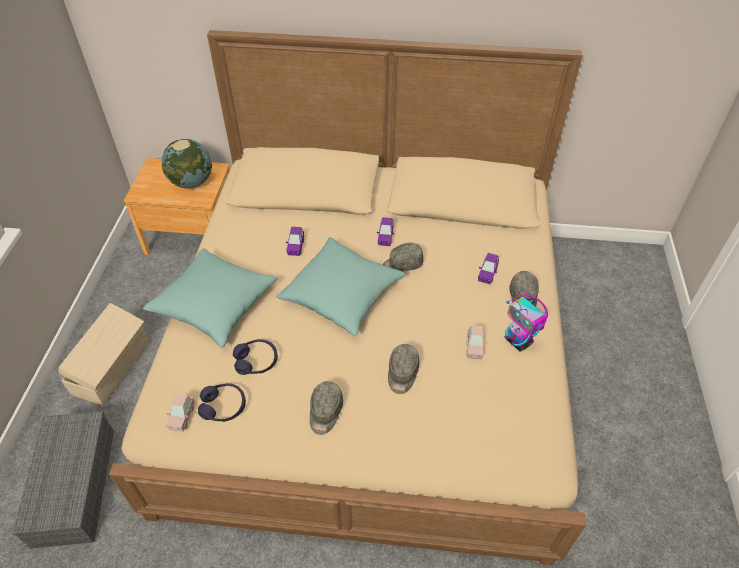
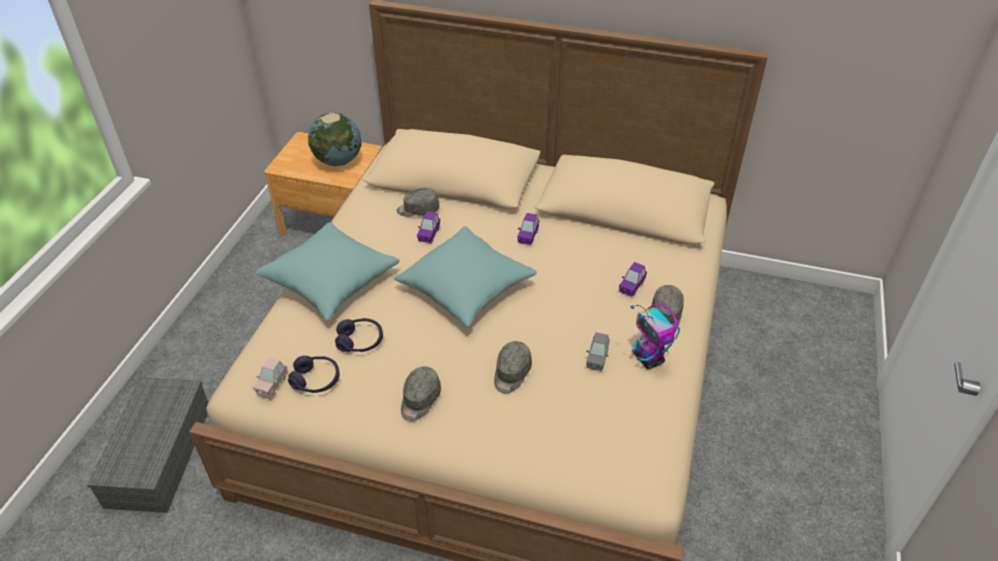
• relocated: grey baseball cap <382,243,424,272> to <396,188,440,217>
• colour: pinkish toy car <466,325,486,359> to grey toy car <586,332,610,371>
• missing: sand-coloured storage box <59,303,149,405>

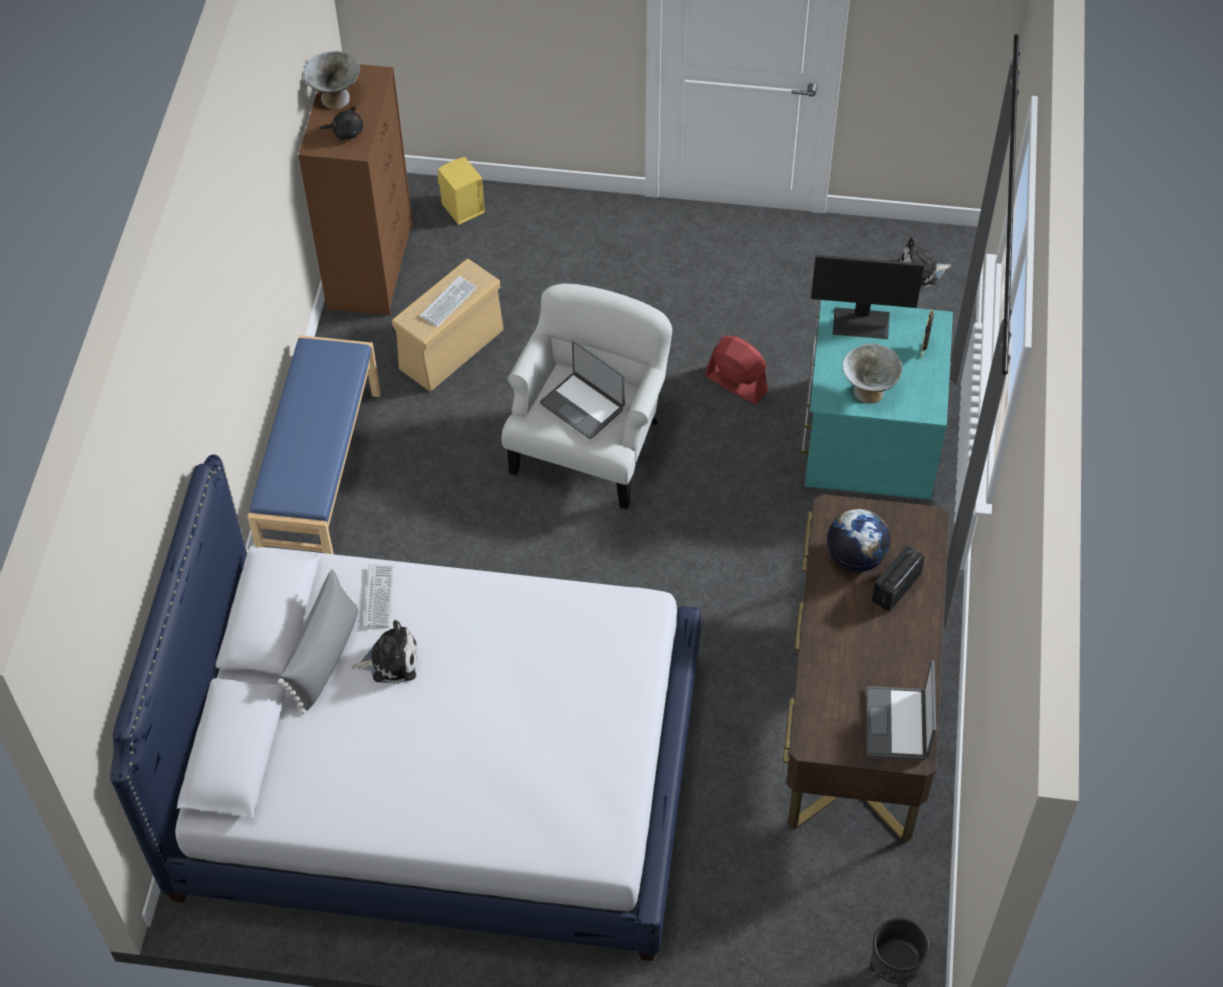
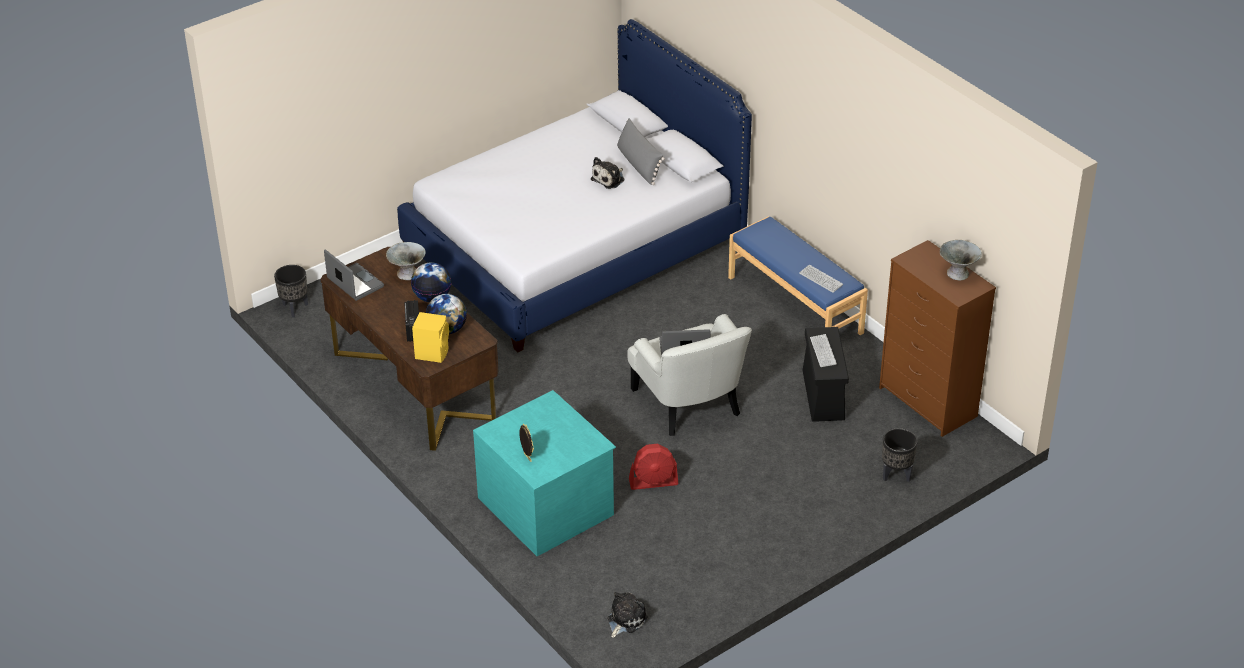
• relocated: grey serving bowl <843,343,903,404> to <386,242,426,280>
• appeared: world globe <411,262,451,302>
• relocated: yellow-coloured loudspeaker <438,157,485,225> to <412,312,449,363>
• relocated: keyboard <364,564,394,628> to <799,265,843,293>
• colour: sand-coloured storage box <392,259,504,391> to black-coloured storage box <803,327,849,422>
• appeared: black-coloured plant pot <882,428,918,482>
• missing: black-coloured plush toy <320,106,363,140>
• missing: computer screen <811,255,924,339>

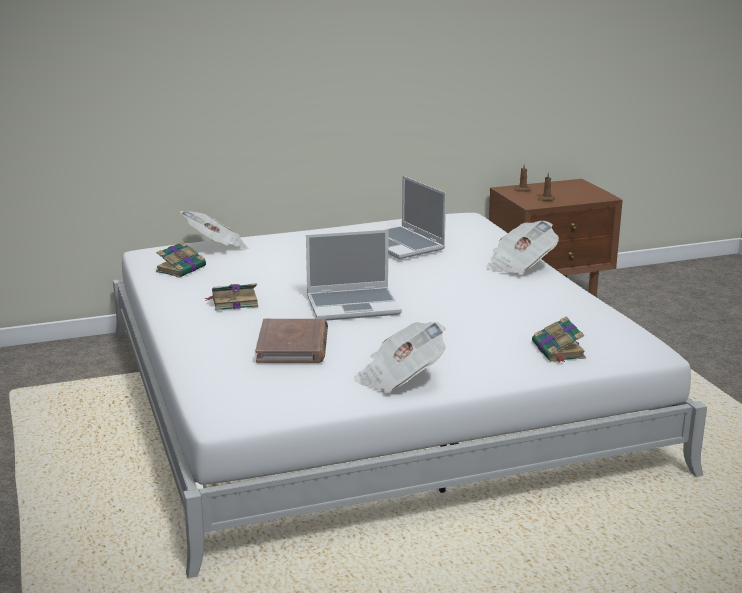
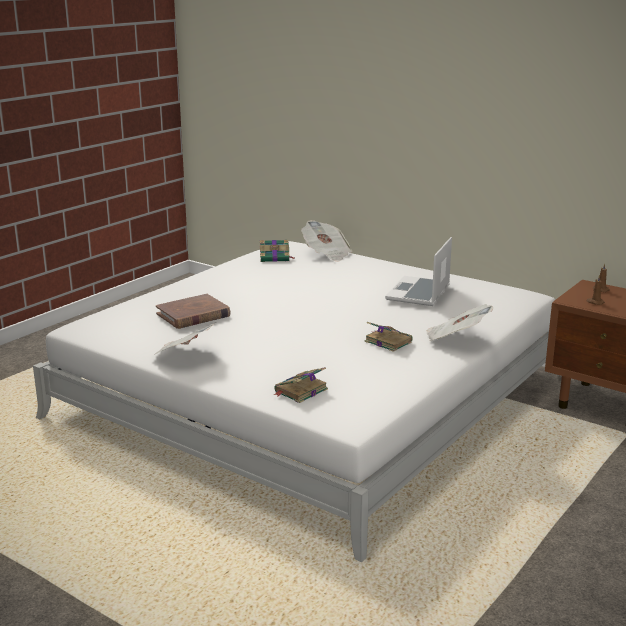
• relocated: book <204,283,258,311> to <365,322,413,352>
• missing: portable computer <306,230,402,321>

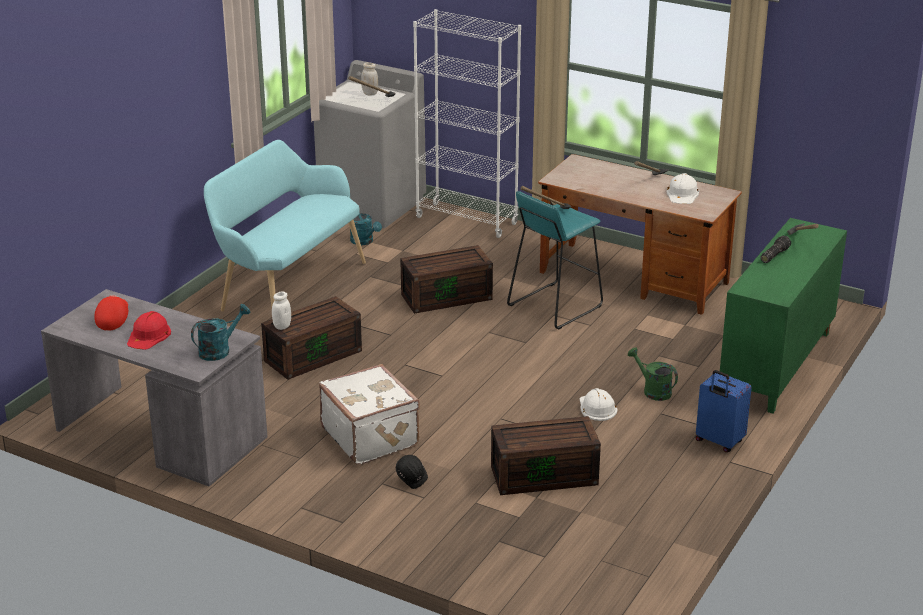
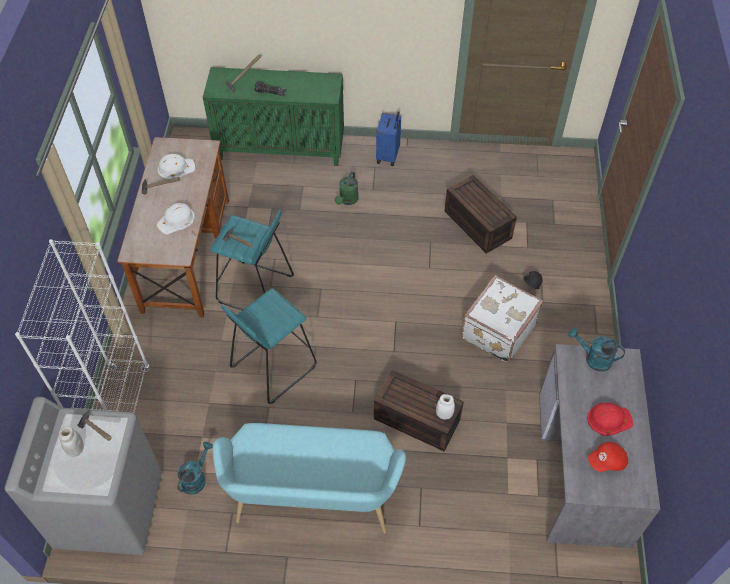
• relocated: white hard hat <580,388,618,421> to <157,203,195,234>
• exchanged: brownish storage box <400,245,493,314> to turquoise-coloured sitting stool <221,288,317,404>

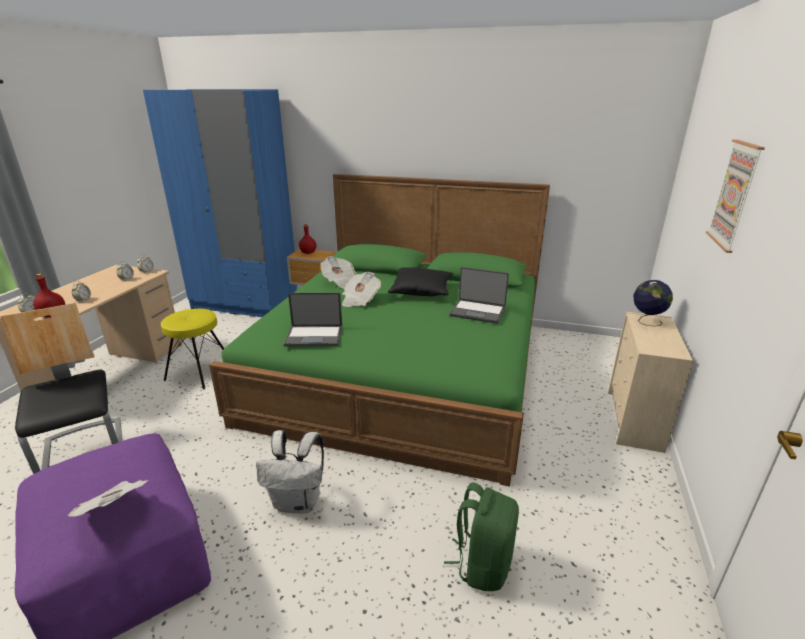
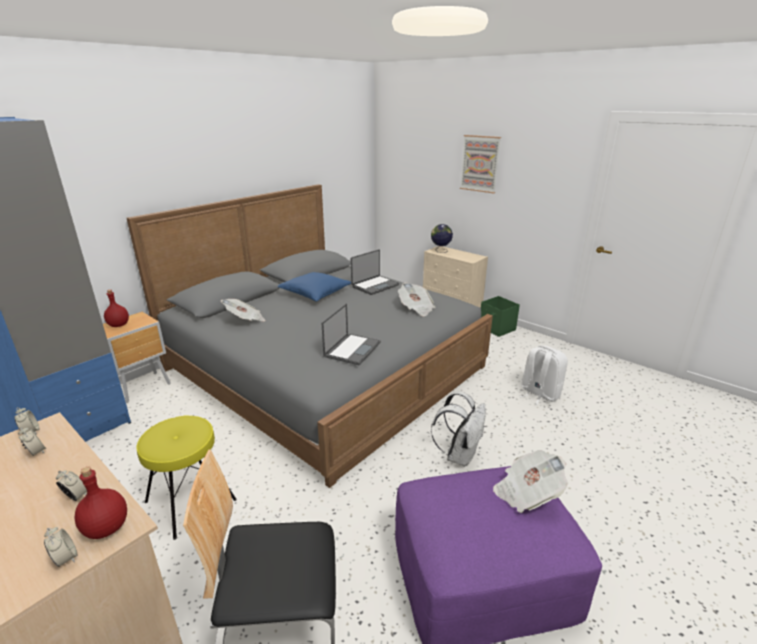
• colour: greenish sleeping bed <209,174,550,487> to grey sleeping bed <127,184,493,488>
• colour: black-coloured cushion <388,267,453,296> to blue cushion <277,272,351,302>
• relocated: printed paper <342,272,381,307> to <398,283,435,316>
• appeared: greenish storage box <481,296,520,337>
• colour: greenish knapsack <444,482,519,591> to white knapsack <520,345,568,405>

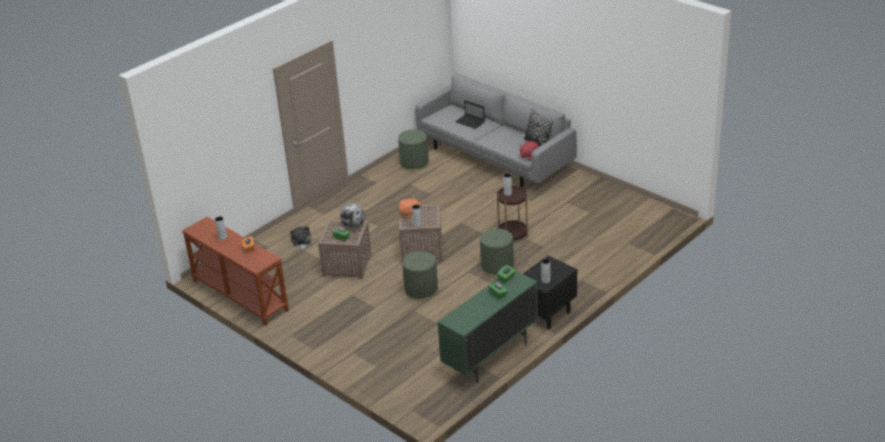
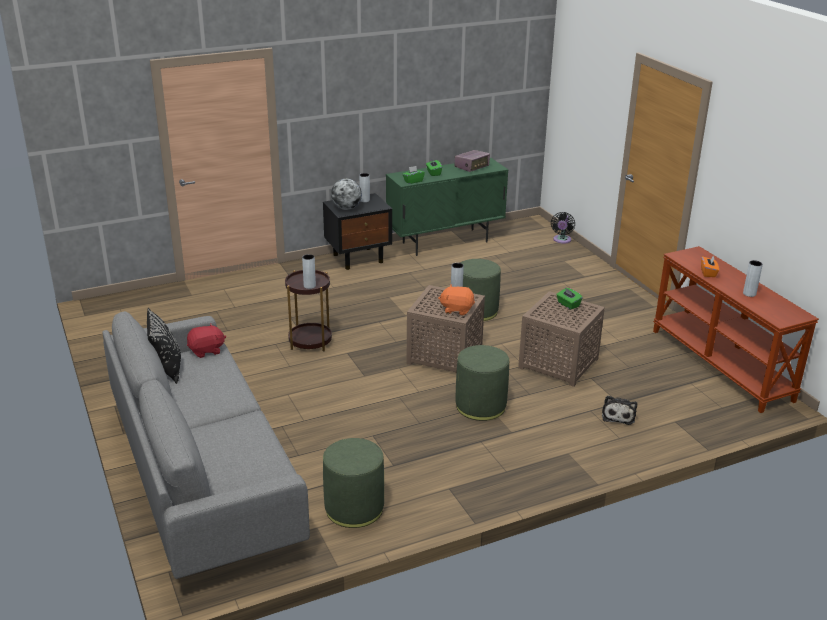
• relocated: world globe <340,204,365,228> to <331,179,362,210>
• appeared: radio receiver <455,150,490,172>
• relocated: greenish footrest <480,228,514,277> to <456,345,509,421>
• appeared: black-coloured cooling fan <551,212,575,244>
• missing: portable computer <455,100,485,129>

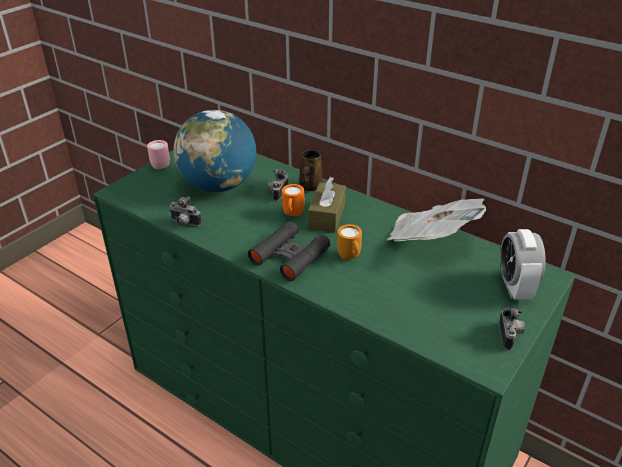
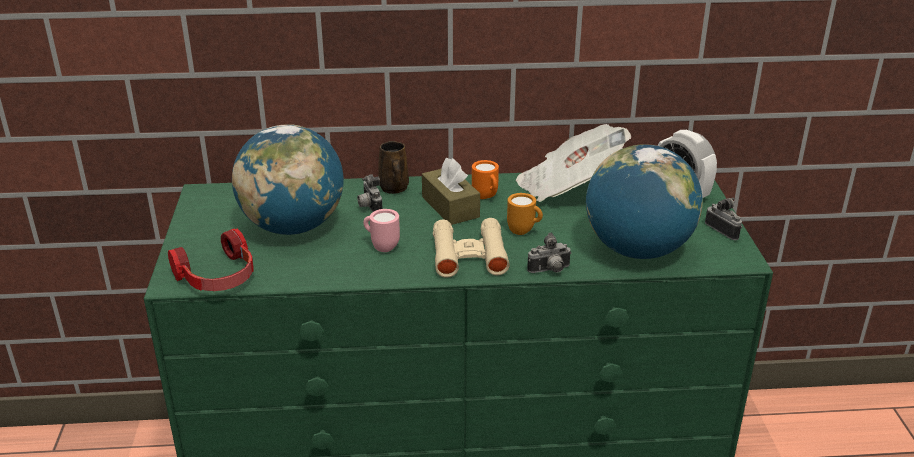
• appeared: pair of headphones <168,228,254,291>
• relocated: pinkish tea mug <147,140,170,169> to <363,209,400,252>
• colour: black-coloured binoculars <248,221,331,281> to sand-coloured binoculars <433,218,510,278>
• relocated: orangey tea mug <282,184,304,216> to <472,160,499,199>
• relocated: still camera <169,196,202,226> to <527,233,572,273>
• appeared: world globe <586,144,703,259>

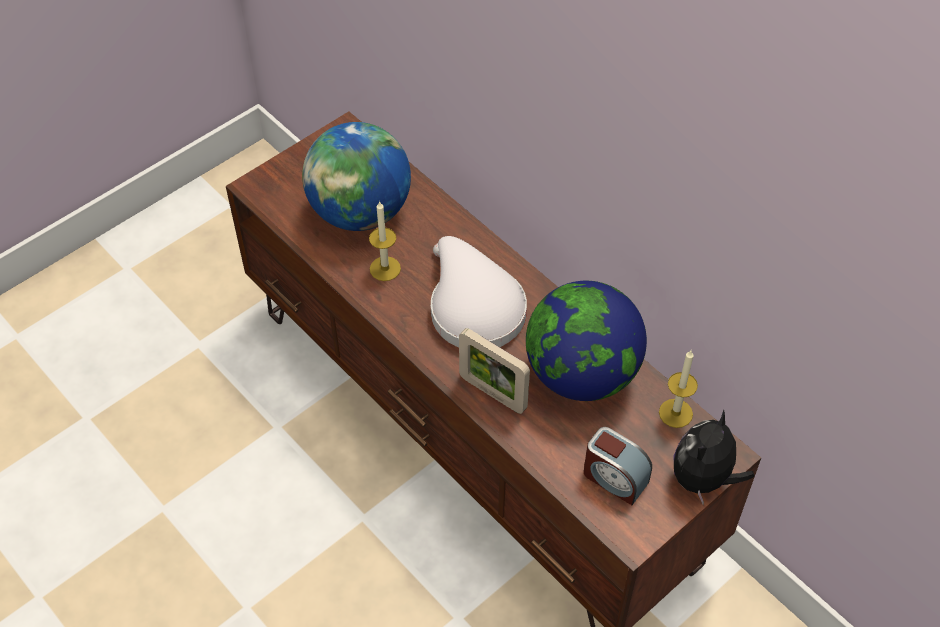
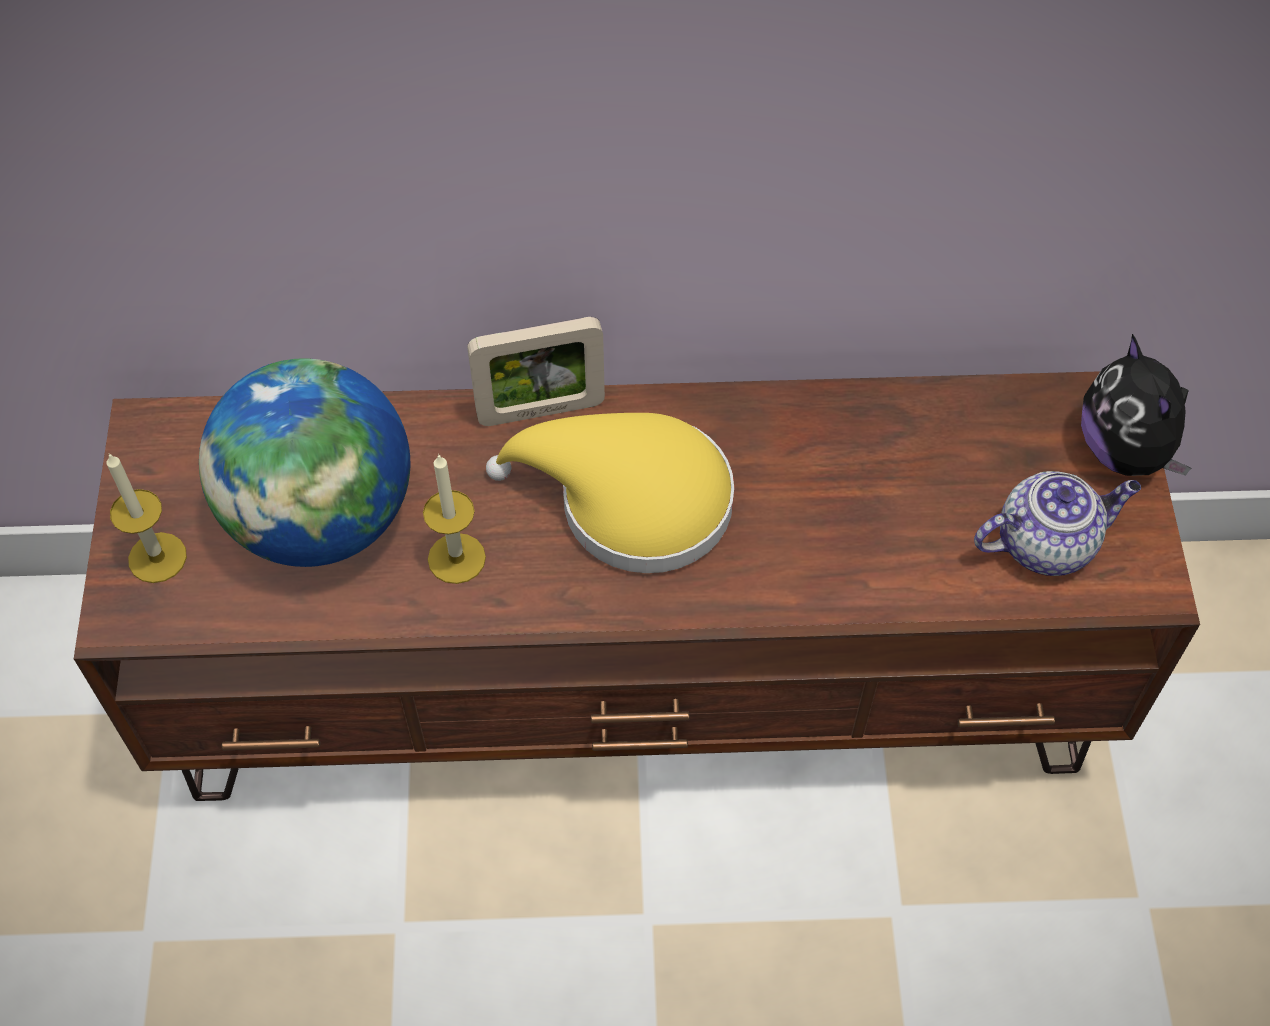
• relocated: candle <659,350,698,428> to <107,454,187,583>
• relocated: standing frame <459,328,530,414> to <467,317,605,426>
• colour: white hat <431,236,527,347> to yellow-coloured hat <486,413,734,573>
• exchanged: bedside clock <584,427,652,505> to pot for tea <974,471,1141,576>
• missing: world globe <526,281,647,401>

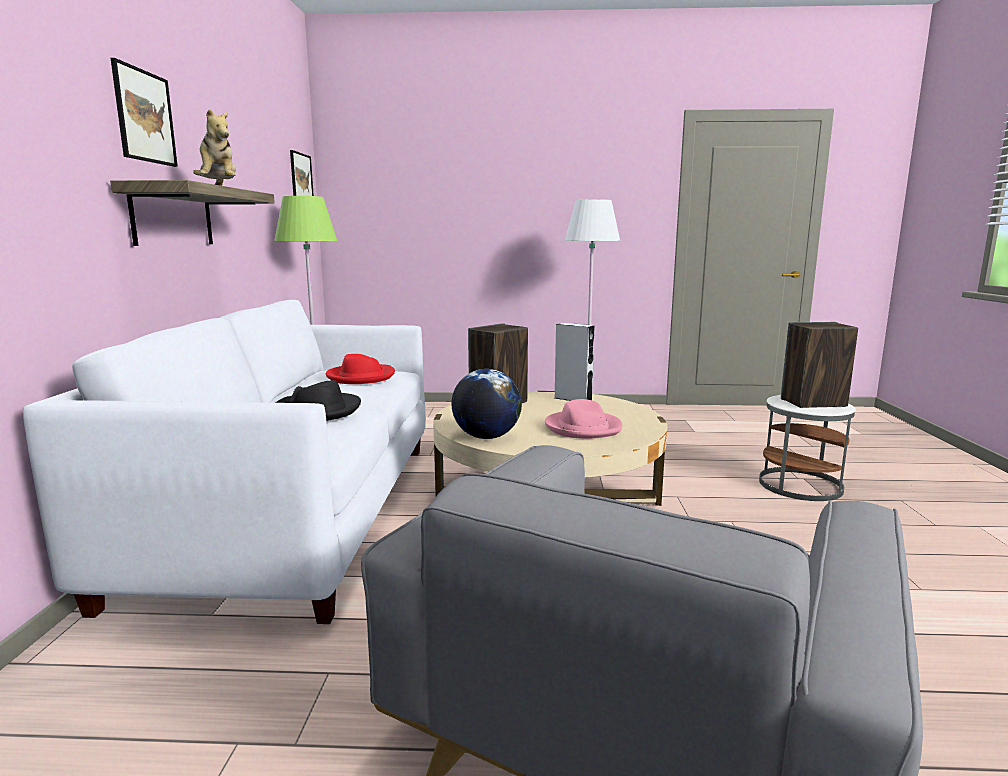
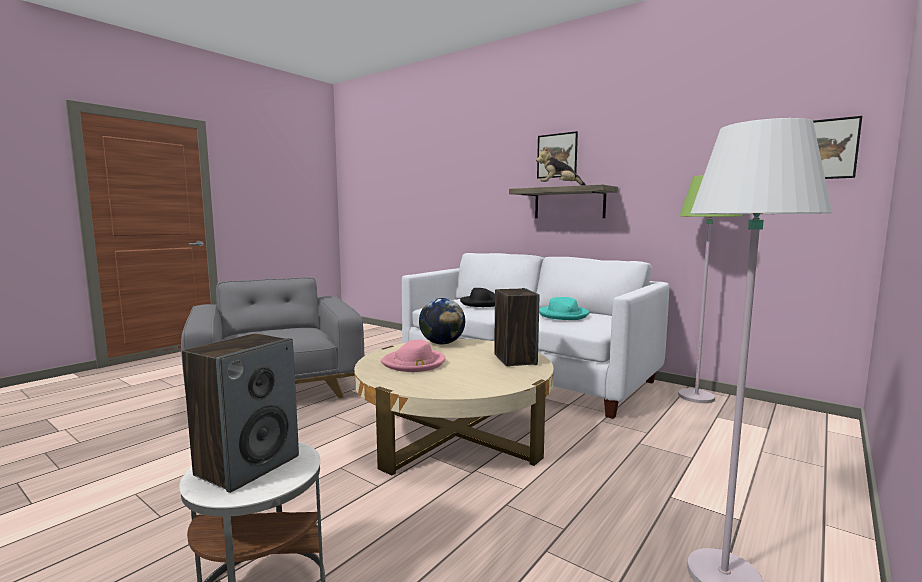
• colour: red-coloured hat <326,354,395,384> to turquoise-coloured hat <539,297,589,320>
• missing: grey loudspeaker <555,323,594,401>

